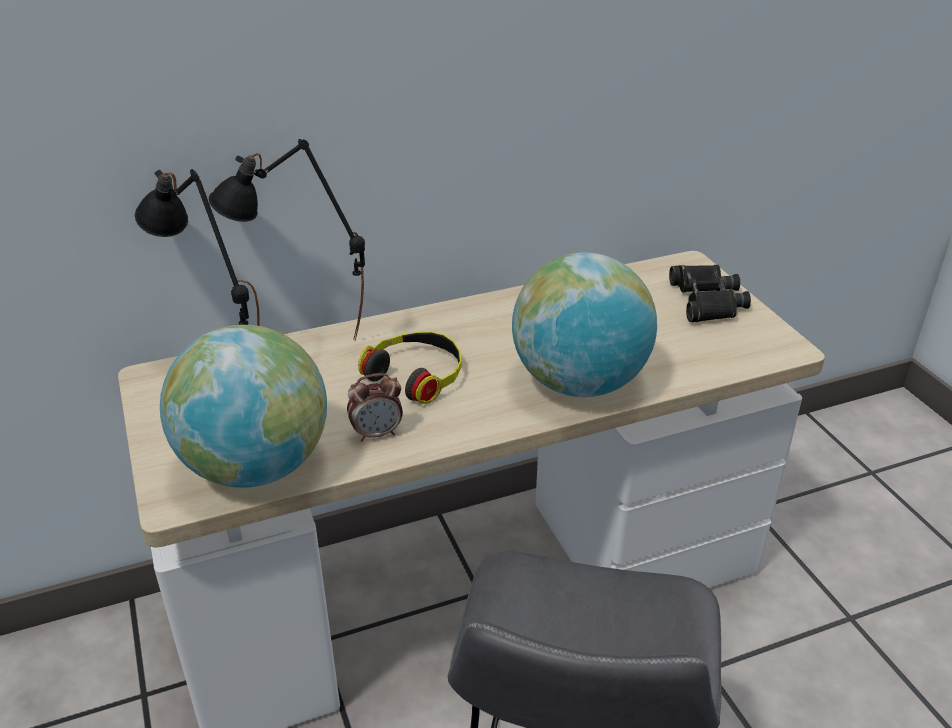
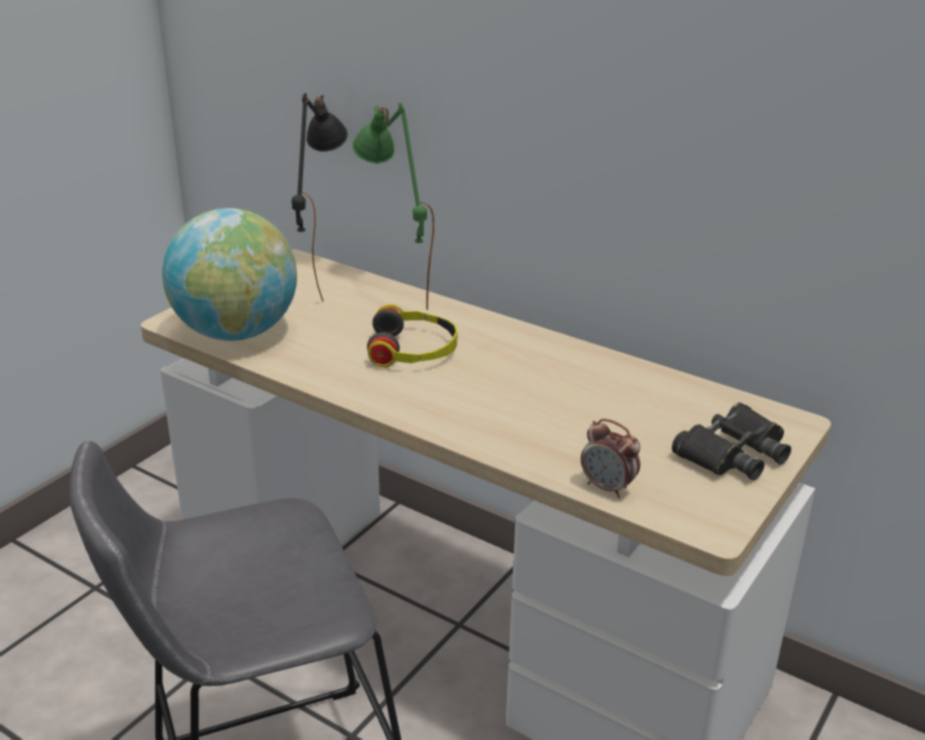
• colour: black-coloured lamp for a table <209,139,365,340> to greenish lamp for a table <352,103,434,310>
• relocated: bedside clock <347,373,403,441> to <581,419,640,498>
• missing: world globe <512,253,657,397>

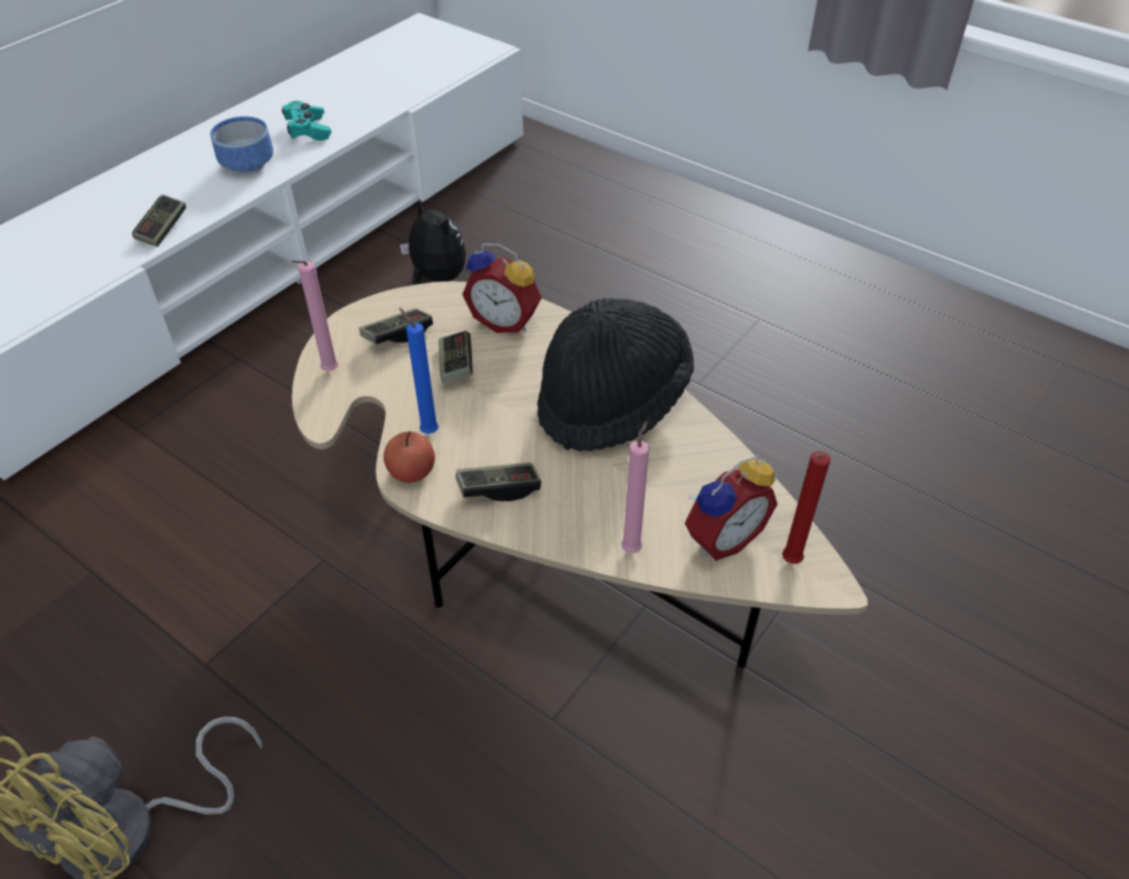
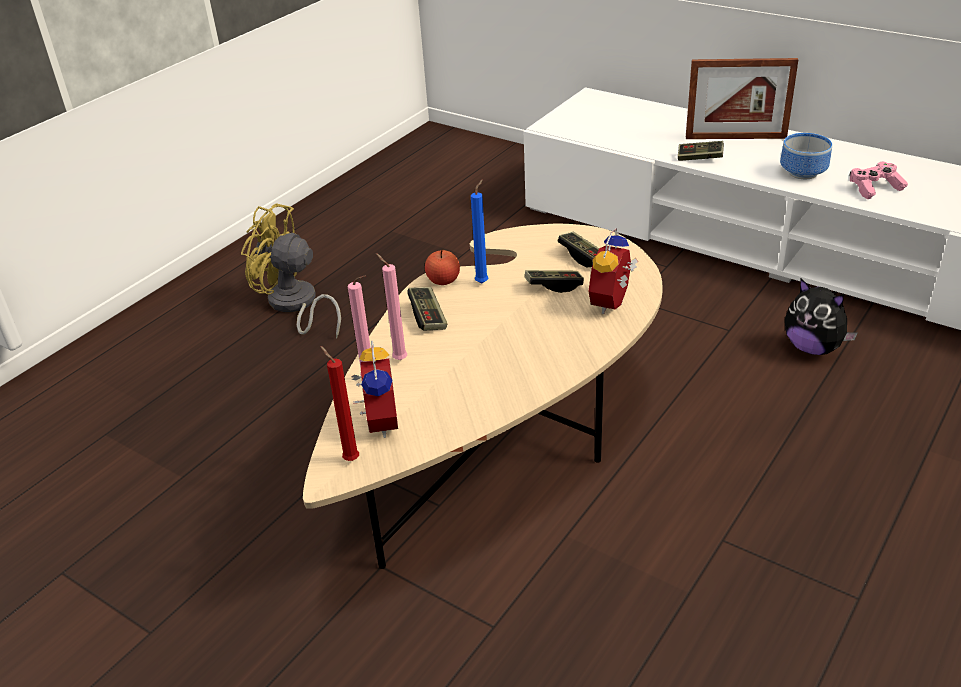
• spun: bedside clock <685,455,777,561> = <351,341,398,438> 150 degrees counterclockwise
• relocated: pinkish candle <291,260,339,371> to <376,253,407,360>
• appeared: standing frame <686,58,798,139>
• spun: plush toy <400,199,466,285> = <785,279,858,355> 90 degrees clockwise
• colour: turquoise-coloured joypad <282,101,331,141> to pinkish joypad <849,162,908,199>
• missing: black-coloured hat <537,298,694,452>

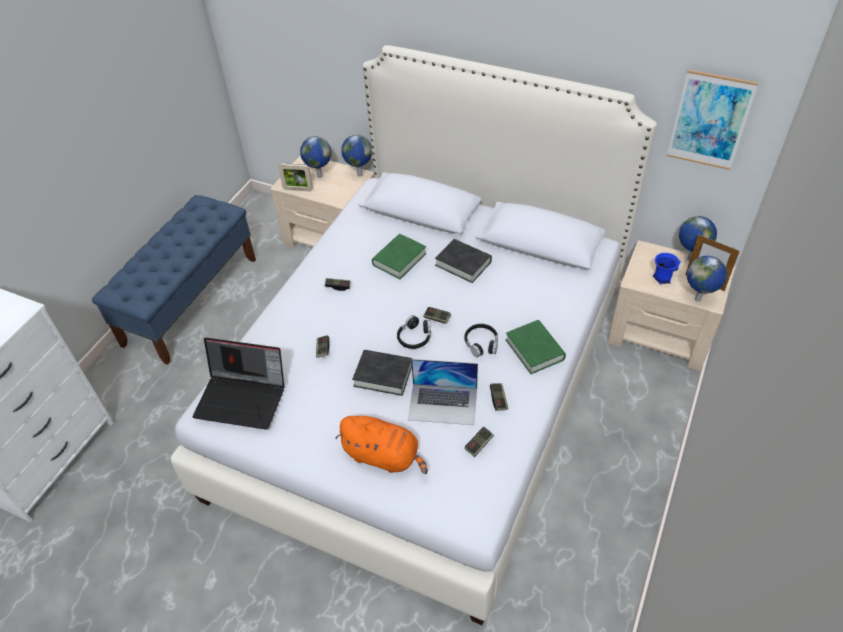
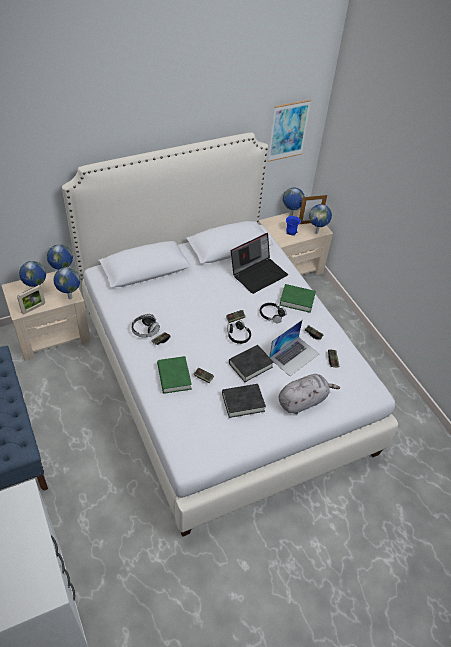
• appeared: world globe <54,267,80,299>
• appeared: pair of headphones <131,314,160,337>
• relocated: greenish book <372,234,427,279> to <157,356,192,394>
• relocated: black-coloured book <435,239,492,283> to <222,384,266,418>
• relocated: portable computer <193,338,284,430> to <231,233,288,294>
• colour: orangey plush toy <335,416,428,474> to grey plush toy <279,374,340,414>

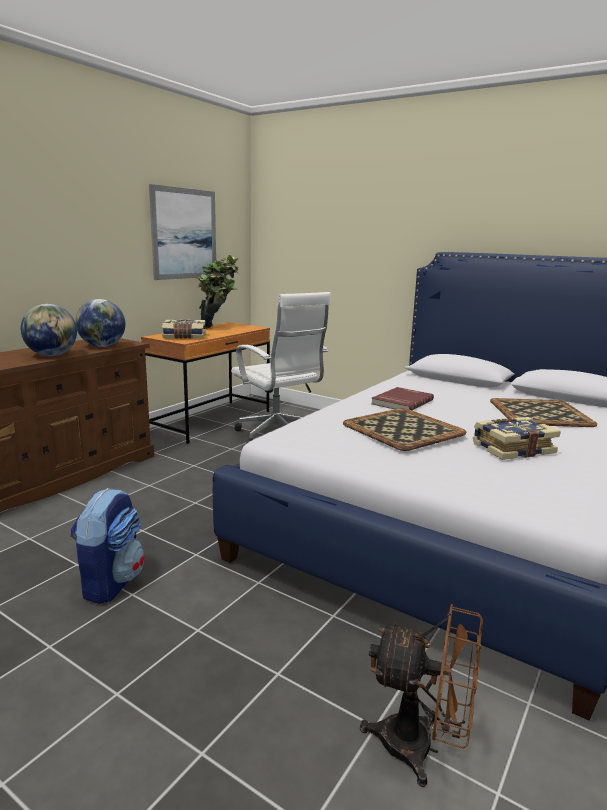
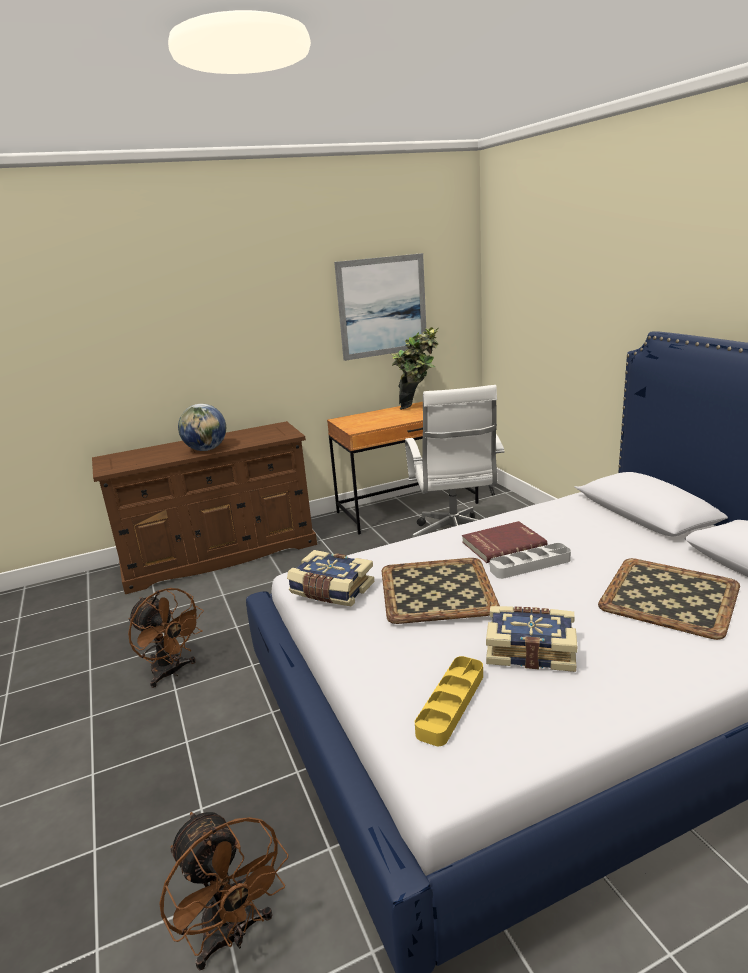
• exchanged: knapsack <71,488,145,604> to brownish cooling fan <128,588,204,688>
• relocated: book <162,319,206,339> to <287,550,374,607>
• appeared: yellow-coloured serving tray <415,656,483,746>
• appeared: grey serving tray <490,543,571,579>
• missing: world globe <75,299,126,347>

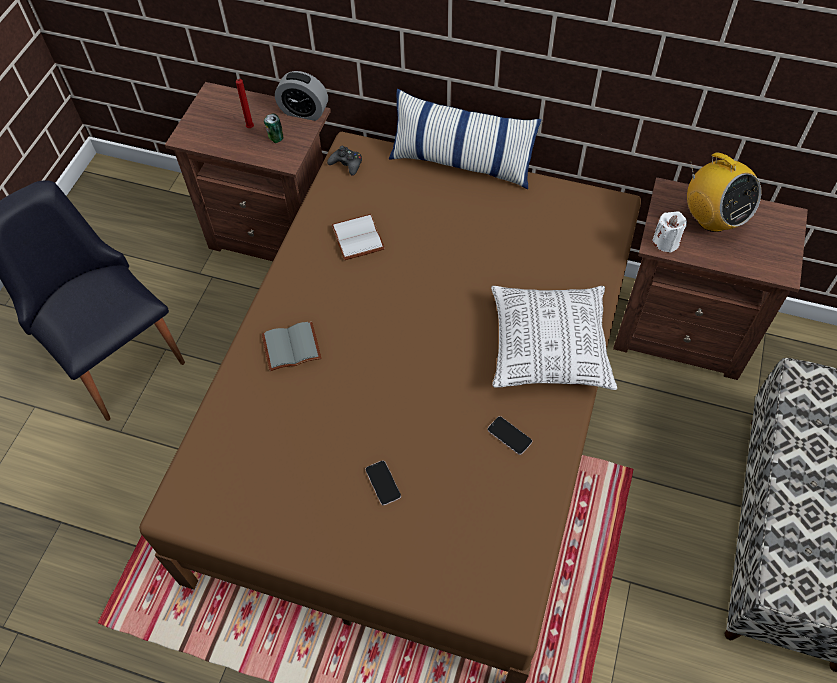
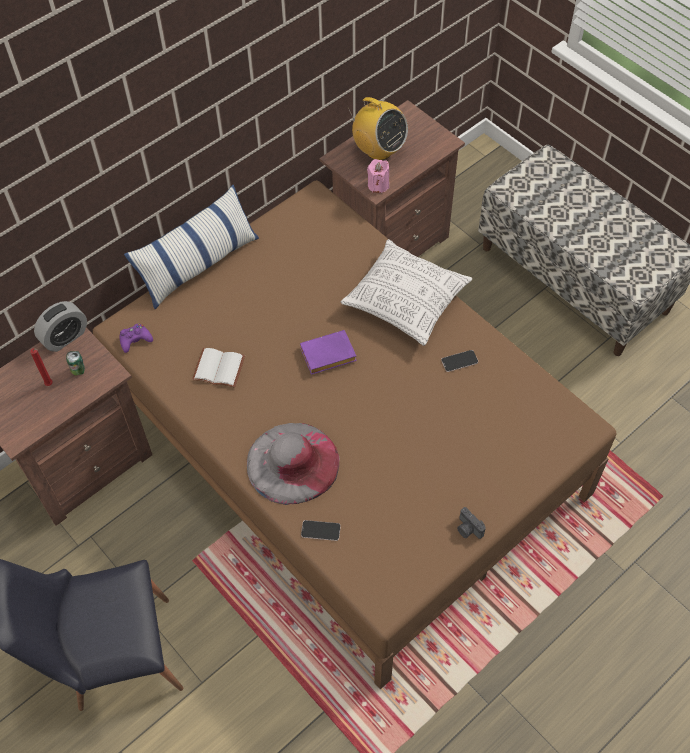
• colour: black-coloured joypad <327,146,362,176> to purple joypad <120,323,153,353>
• exchanged: grey book <262,322,321,371> to grey hat <247,423,339,505>
• appeared: purple book <300,330,357,375>
• relocated: phone <365,460,401,505> to <301,520,341,541>
• spun: radio receiver <687,152,761,232> = <348,97,408,160> 45 degrees clockwise
• colour: white candle <652,211,687,253> to pinkish candle <367,159,389,193>
• appeared: still camera <457,507,486,539>

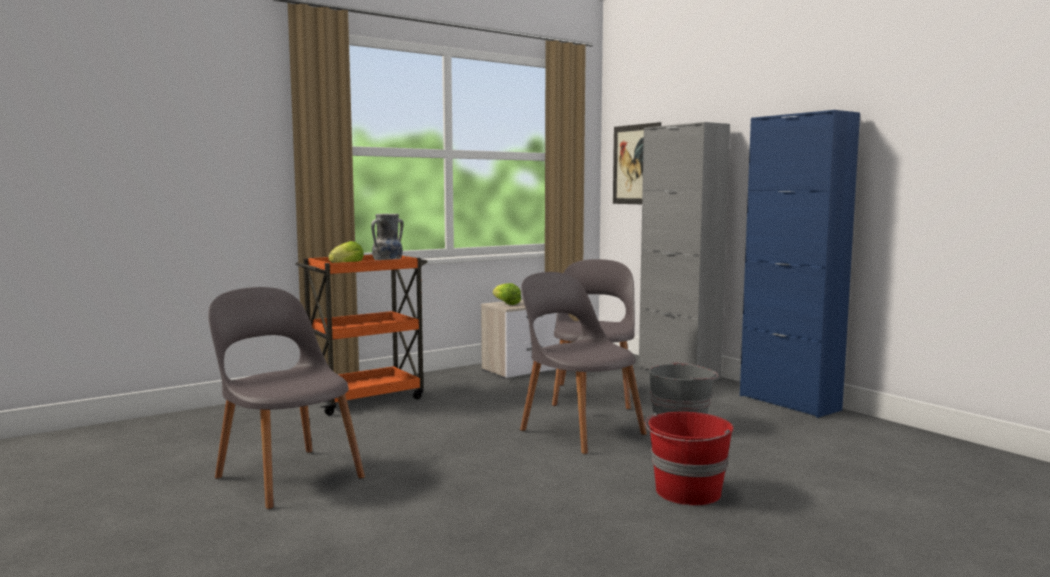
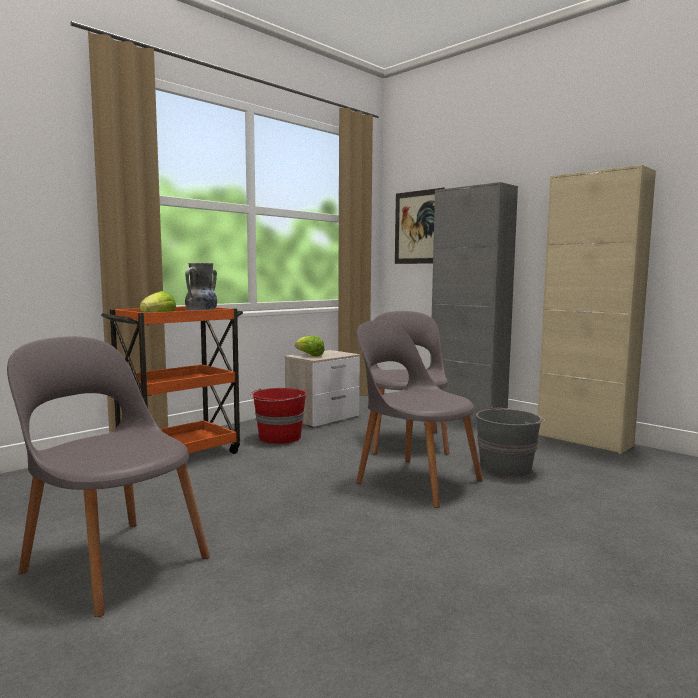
• relocated: red-coloured bucket <645,412,734,505> to <250,388,307,444>
• colour: blue cabinet <740,110,860,418> to sand-coloured cabinet <538,165,656,454>

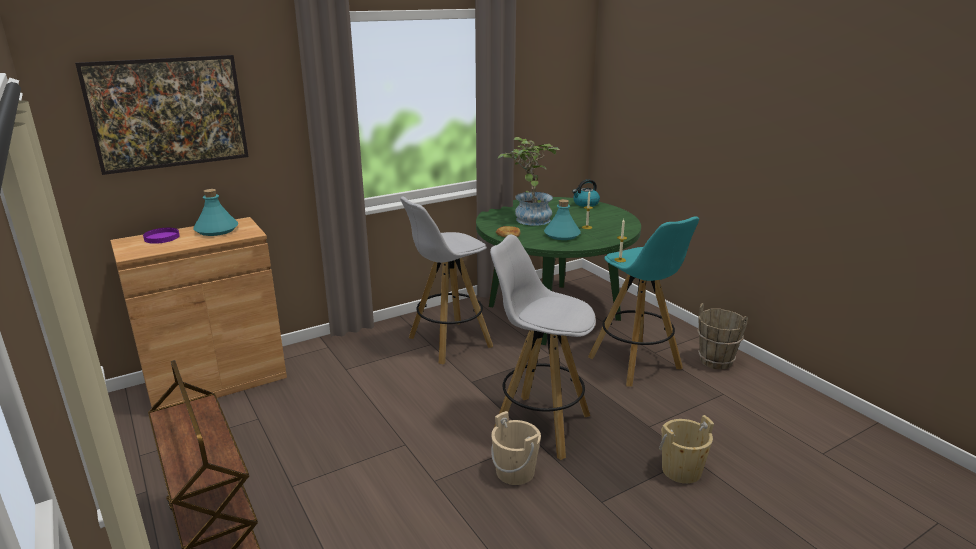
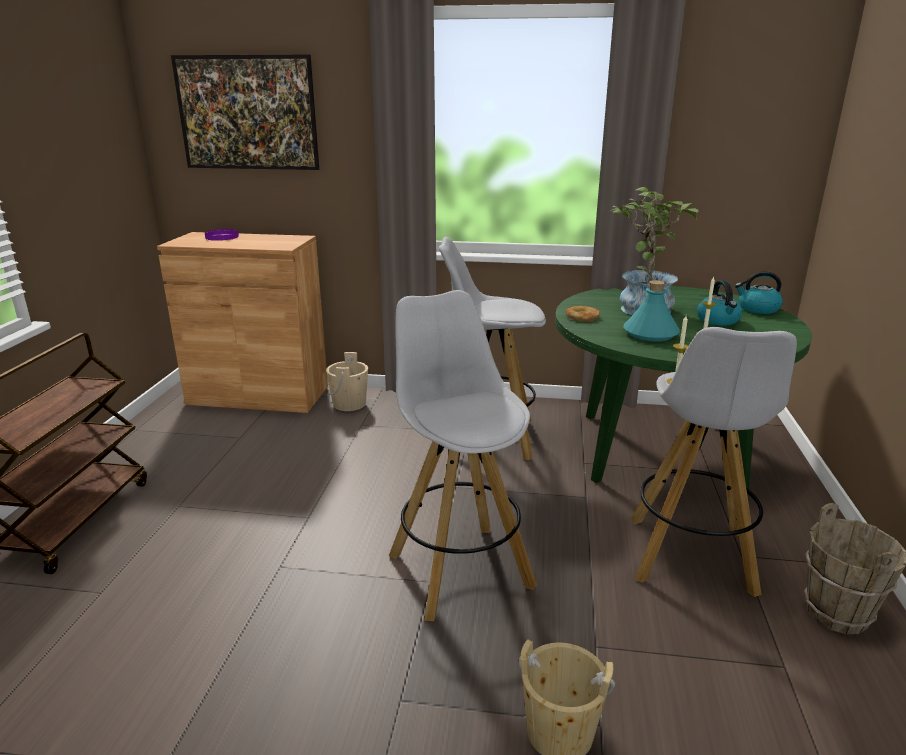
• relocated: sand-coloured bucket <491,411,541,485> to <326,352,368,411>
• colour: turquoise-coloured sitting stool <588,216,699,386> to white sitting stool <630,327,797,597>
• appeared: tea kettle <697,280,742,326>
• missing: turquoise-coloured bottle <193,189,238,236>

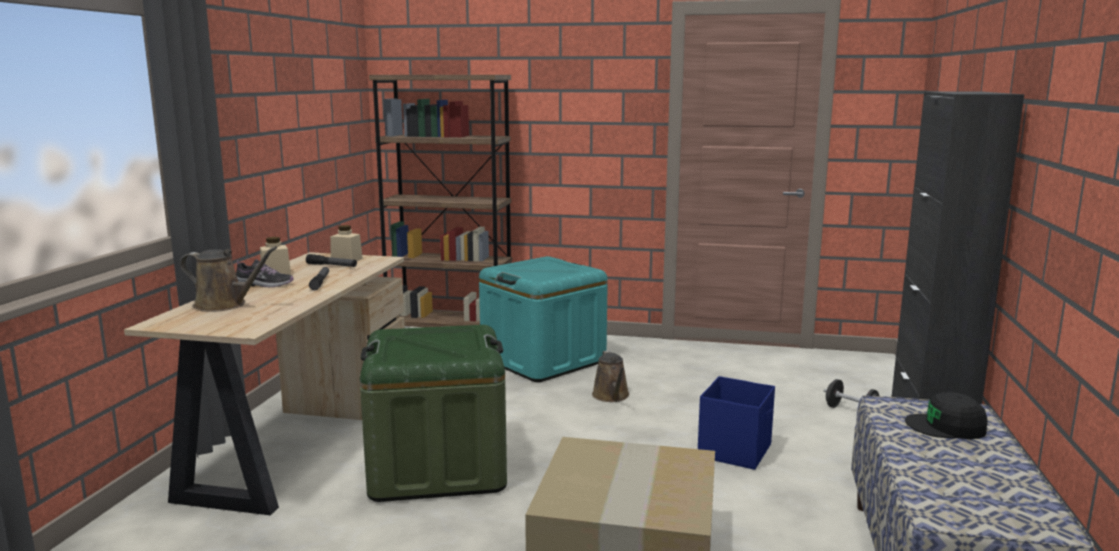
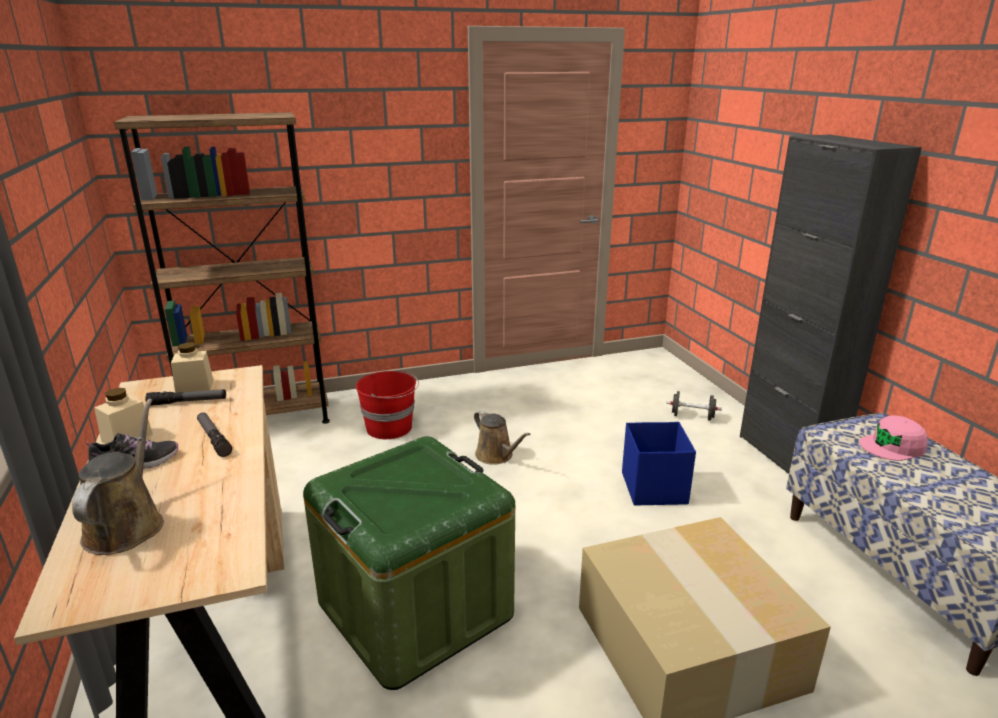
• spun: brownish watering pot <180,246,277,312> = <72,399,164,555> 75 degrees counterclockwise
• exchanged: turquoise-coloured storage box <479,256,608,382> to red-coloured bucket <356,370,419,439>
• colour: black-coloured baseball cap <905,392,988,439> to pinkish baseball cap <859,415,928,461>

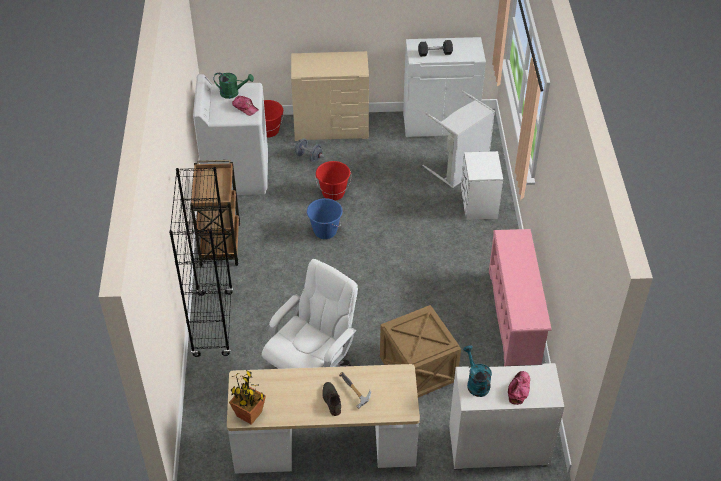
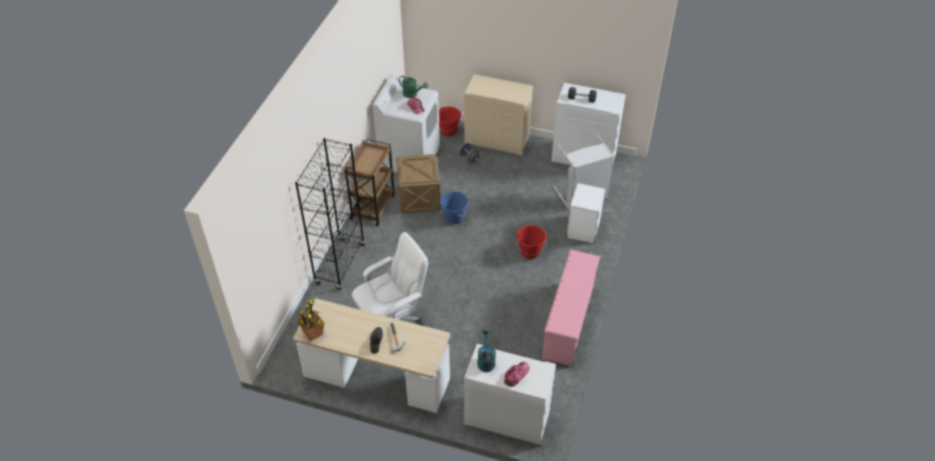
• relocated: shipping crate <380,305,461,397> to <397,154,441,214>
• relocated: red-coloured bucket <315,161,351,201> to <516,225,547,259>

